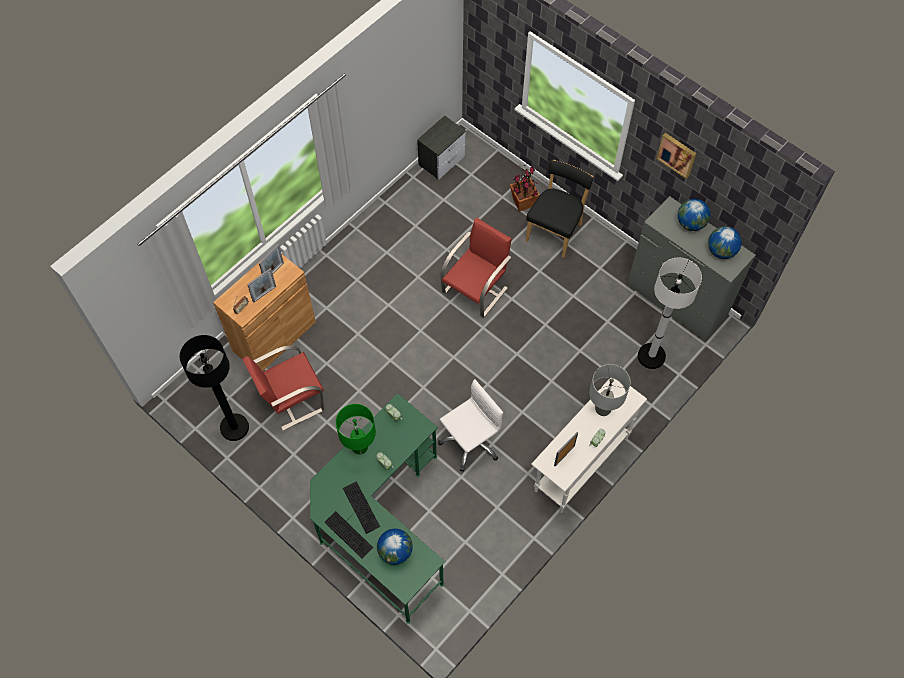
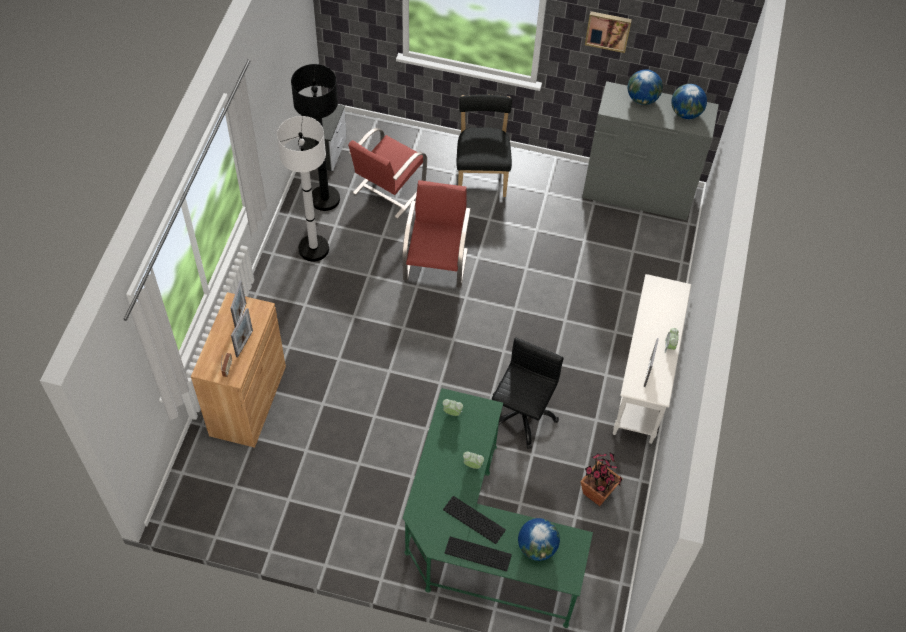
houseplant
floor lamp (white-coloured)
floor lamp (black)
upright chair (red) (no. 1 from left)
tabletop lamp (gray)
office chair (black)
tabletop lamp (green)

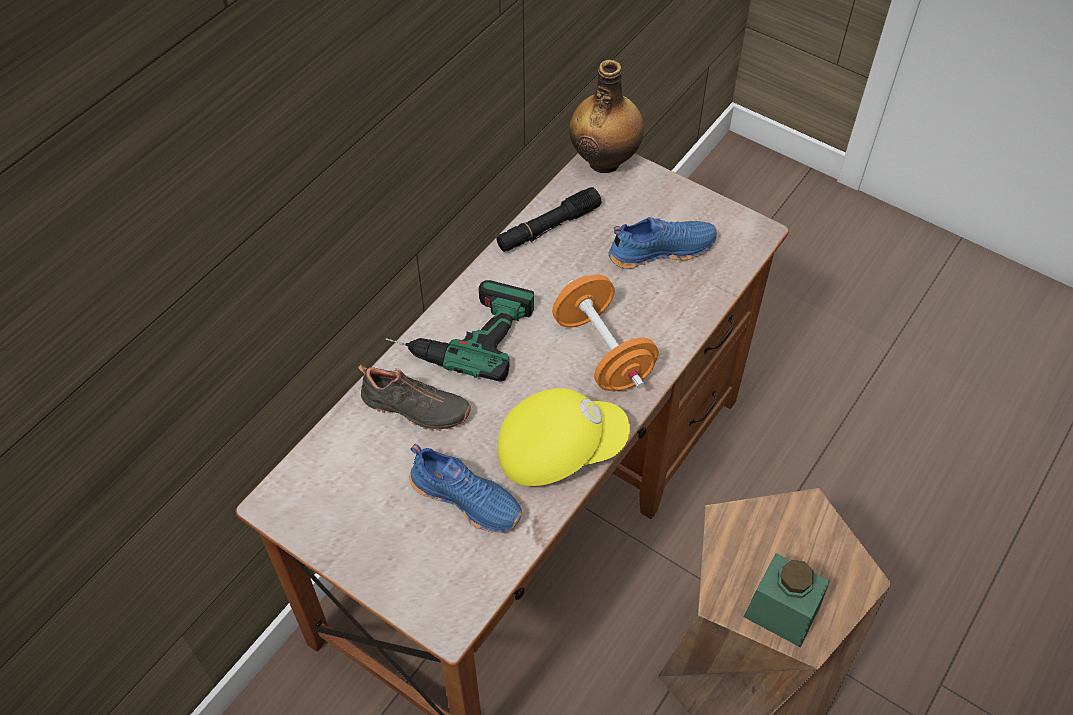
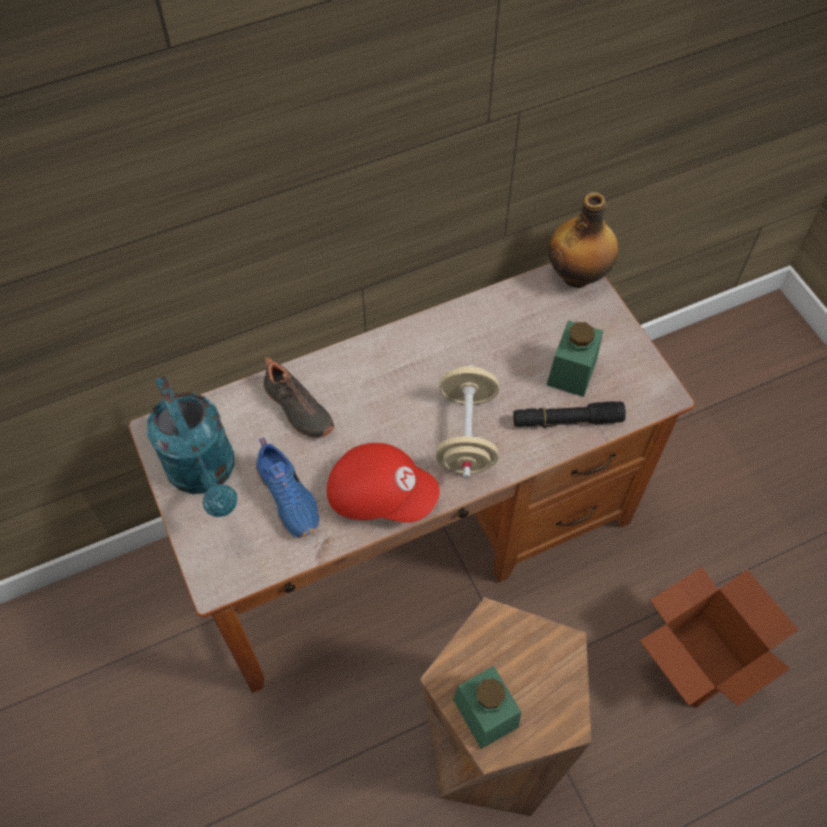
hand torch (black)
jar (green) (no. 2 from left)
free weight (sand-coloured)
drill
cap (red)
watering can (blue-green)
carton

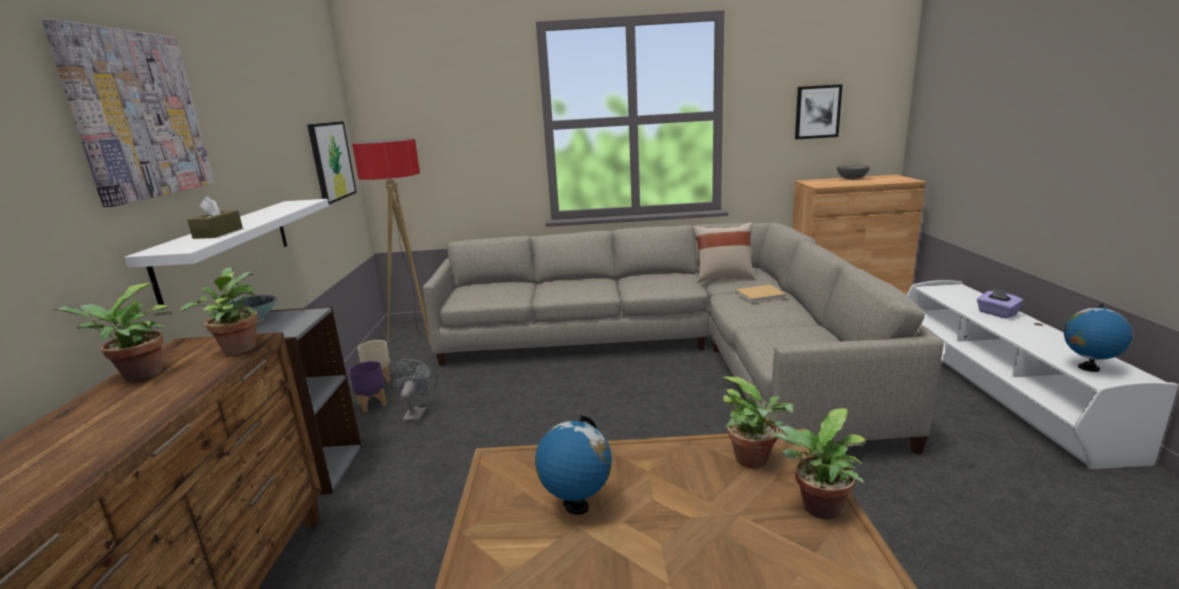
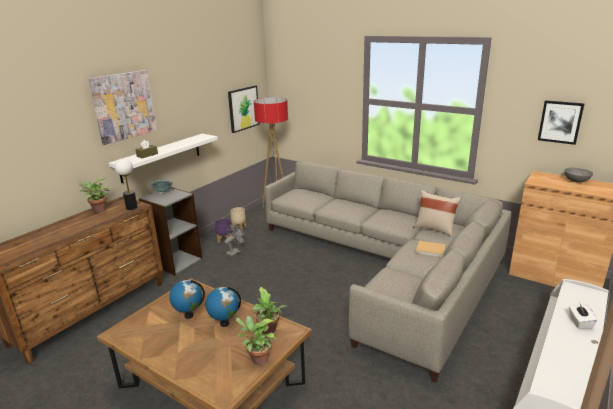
tabletop lamp
tissue holder (white-coloured)
globe (no. 2 from left)

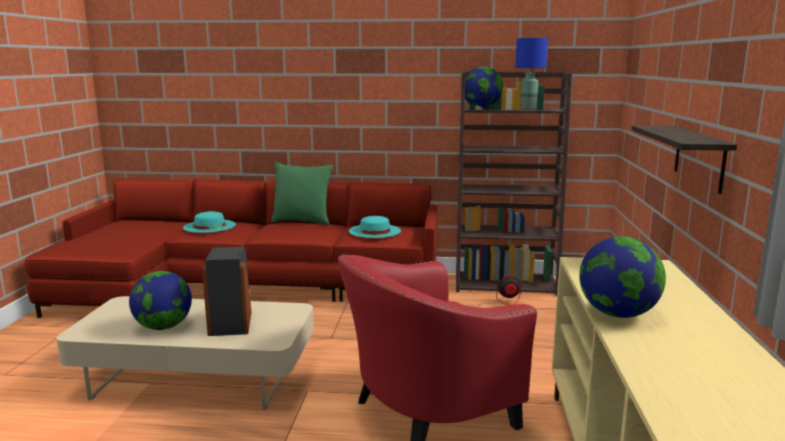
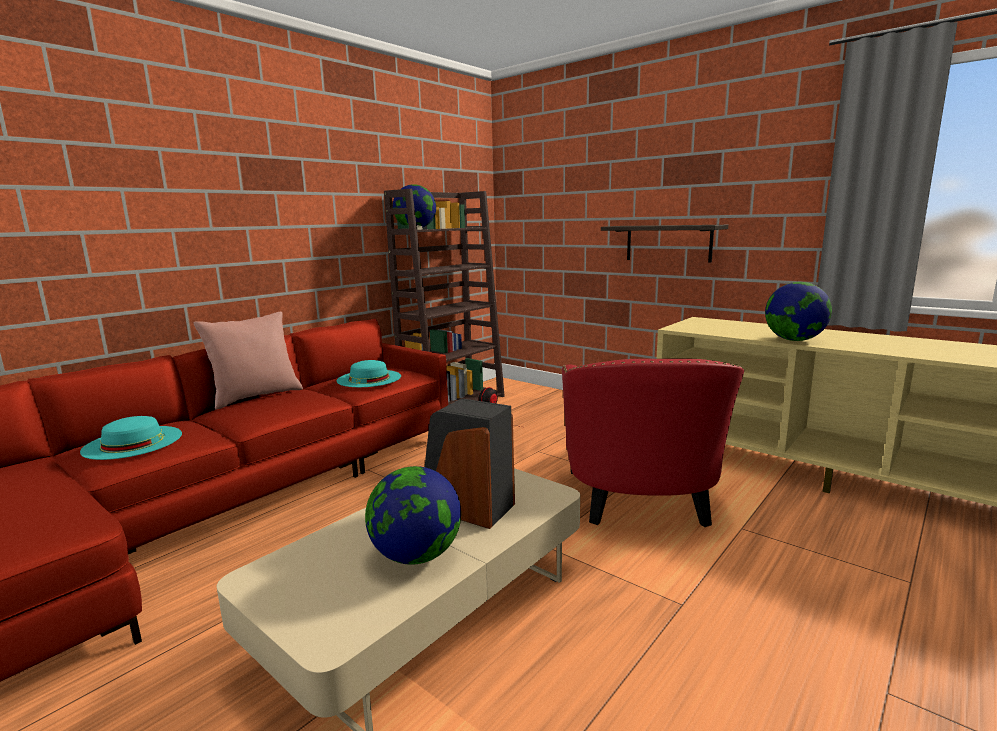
tabletop lamp (blue-coloured)
throw pillow (pinkish)

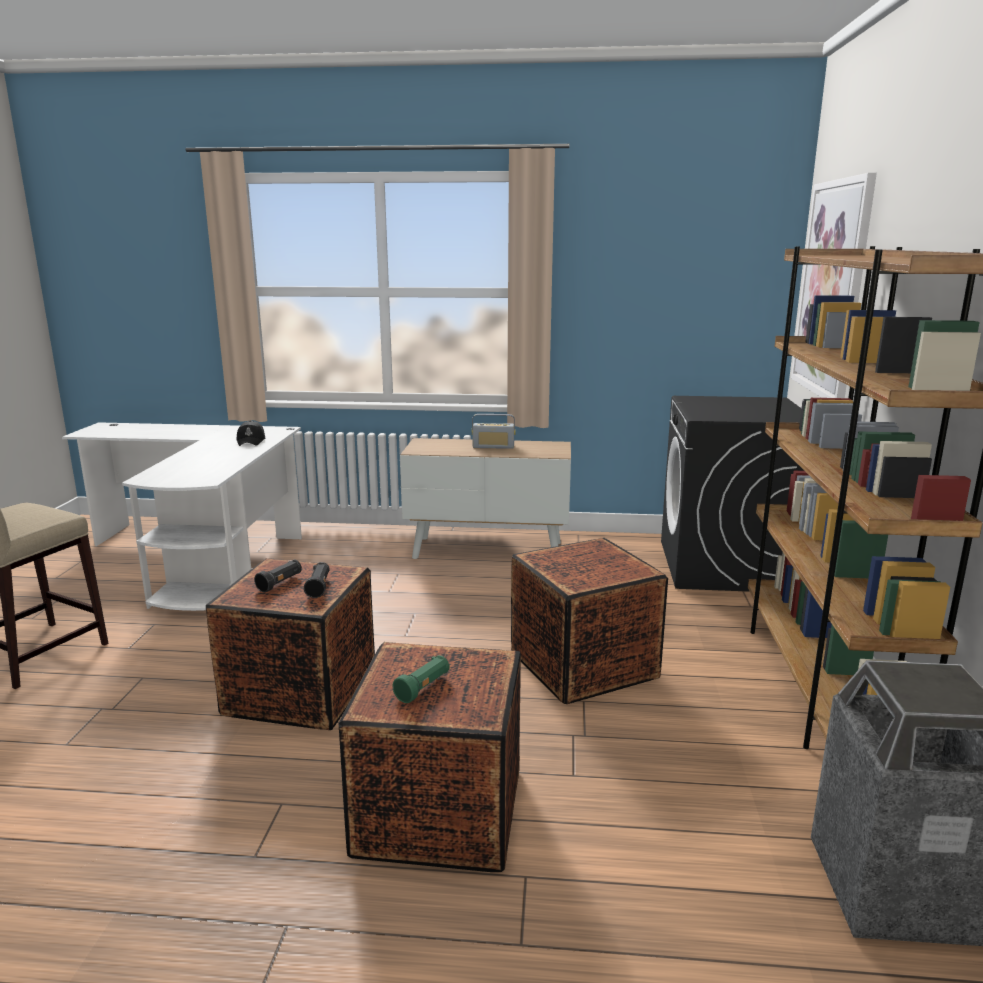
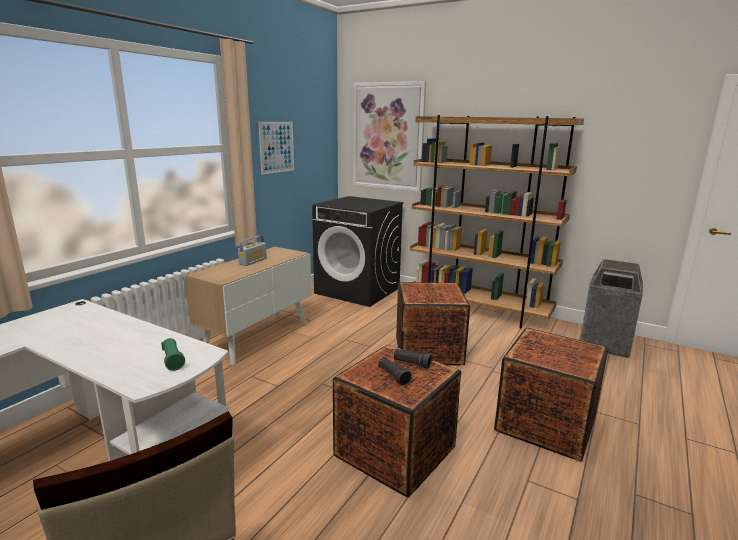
cap (black)
hand torch (green)
wall picture (no. 1 from left)

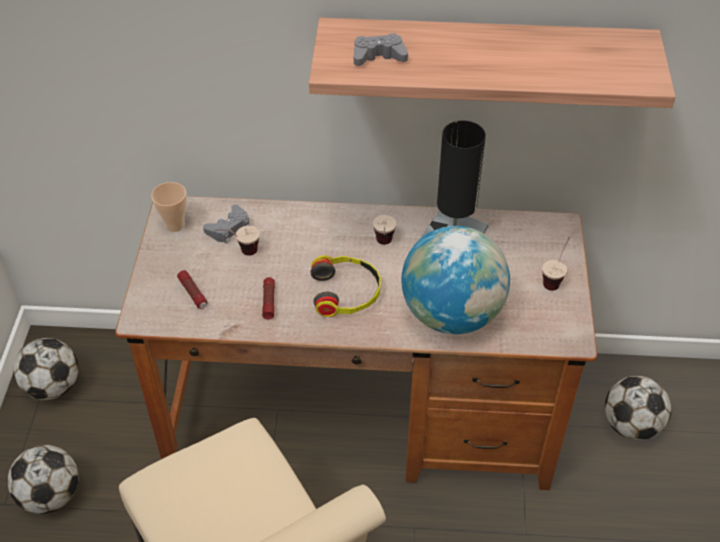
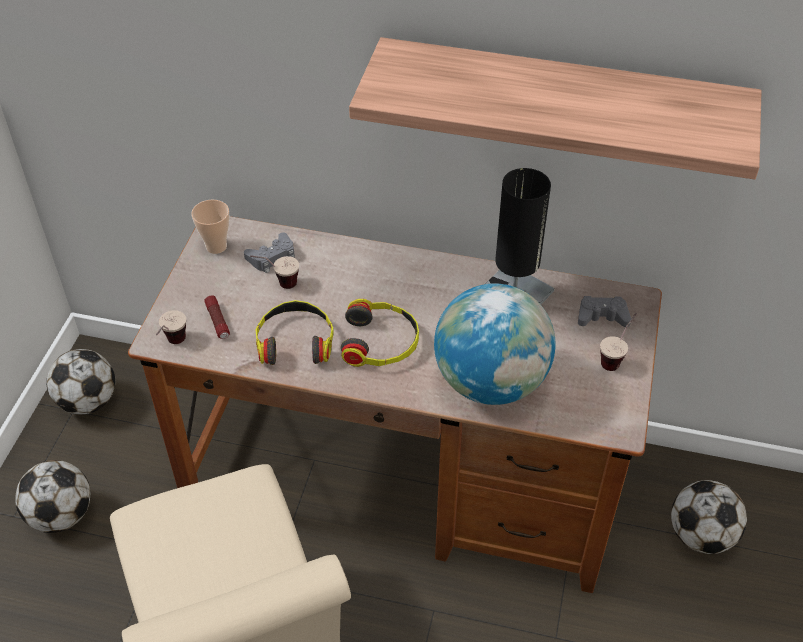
joypad (gray) (no. 2 from left)
small cup (no. 1 from left)
headphones (no. 1 from left)

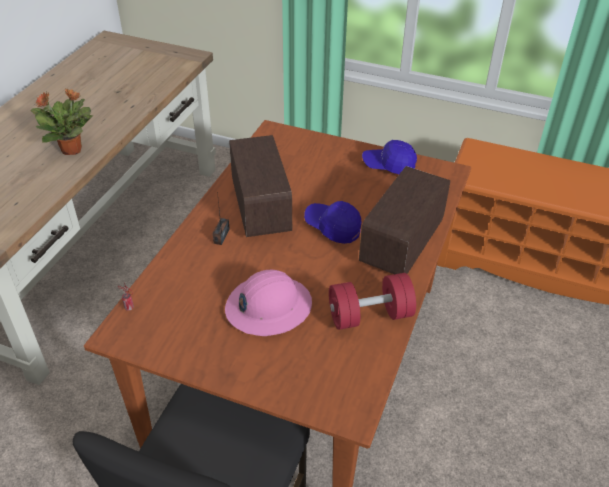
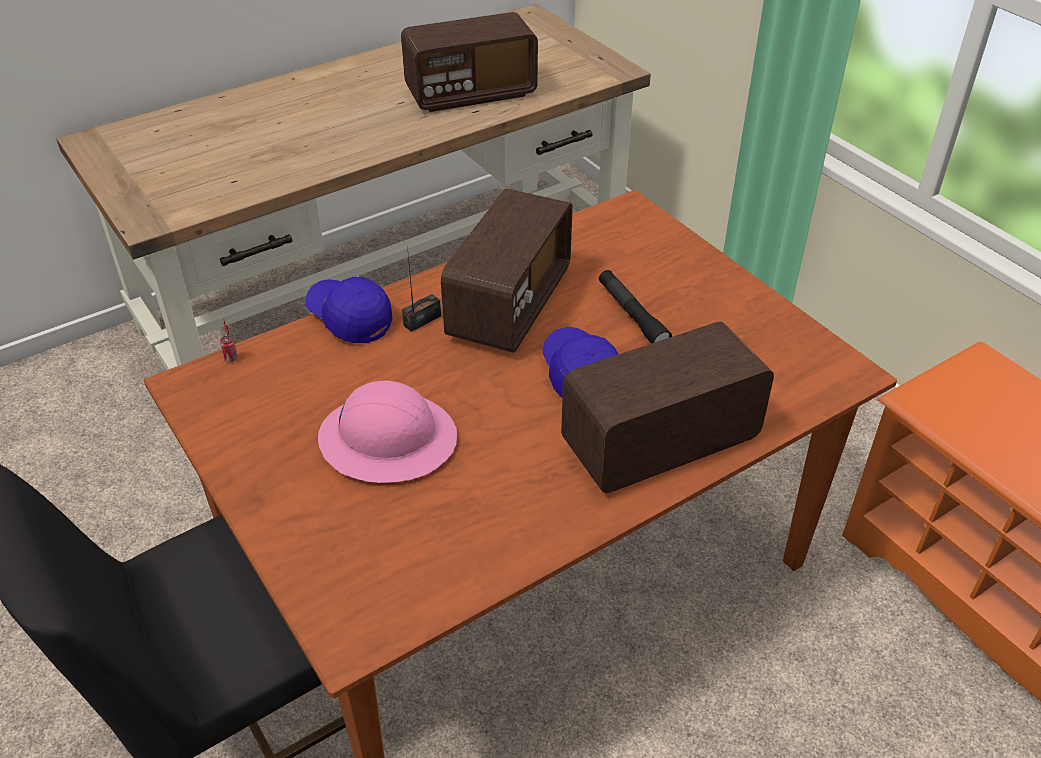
houseplant
cap (blue-coloured) (no. 1 from left)
free weight (red)
radio set (no. 2 from left)
hand torch (black)

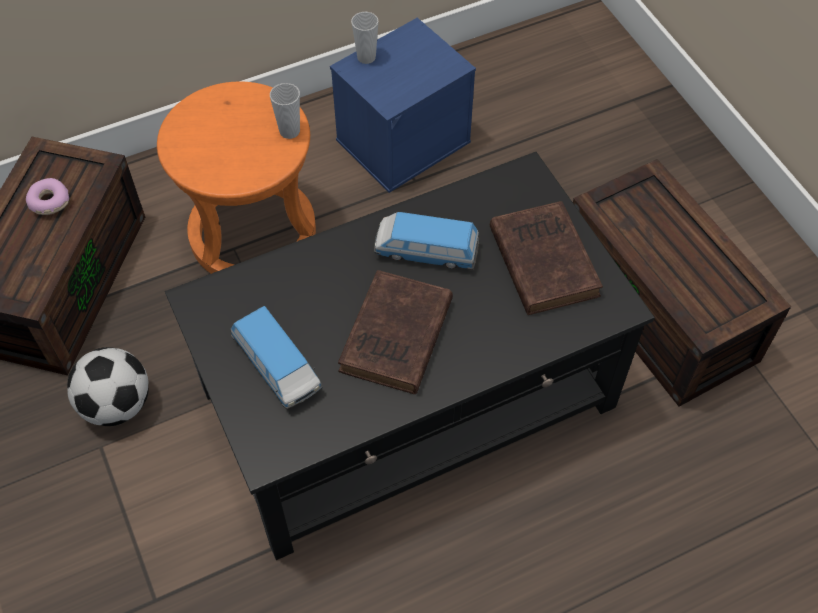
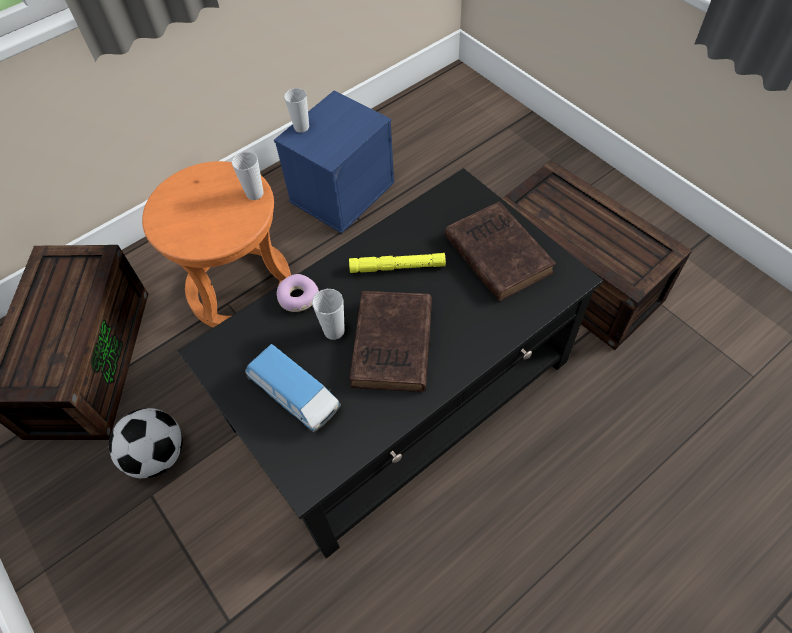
doughnut
hand torch (yellow)
small cup (no. 3 from left)

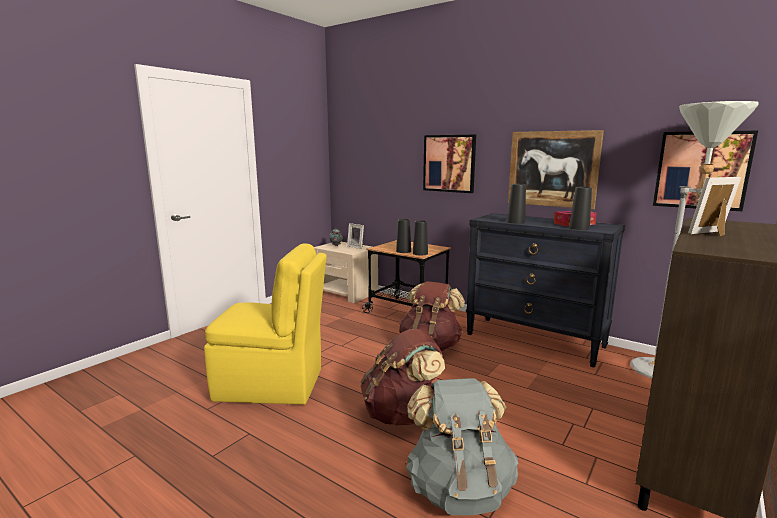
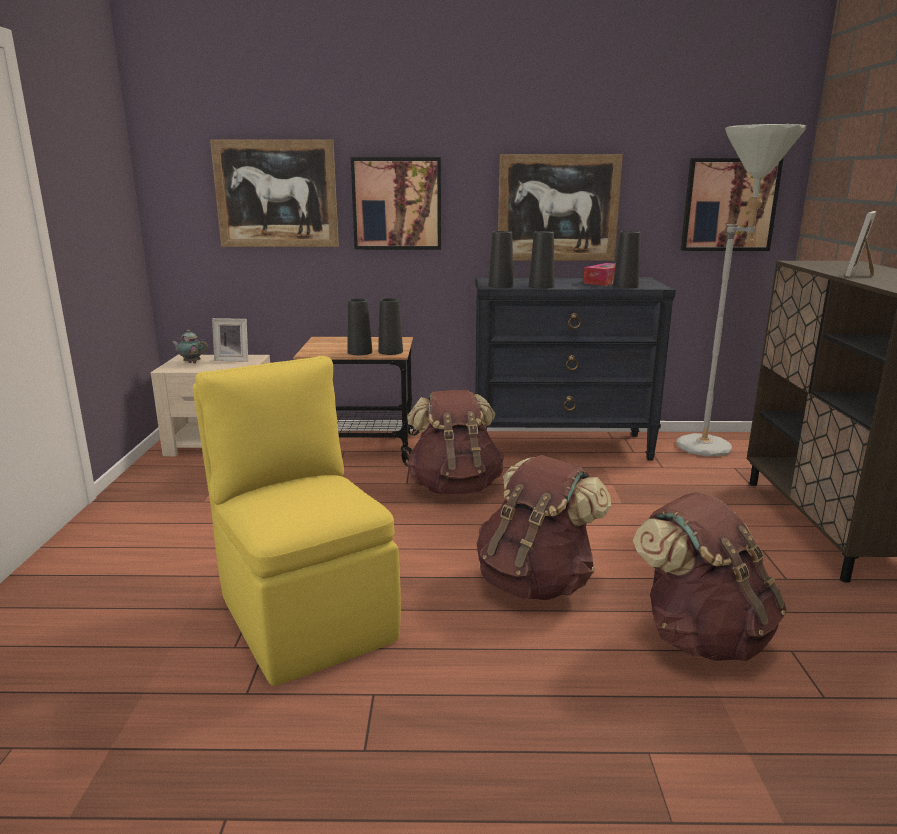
upright chair (yellow)
knapsack (brown) (no. 3 from left)
wall picture (no. 1 from left)
flower vase (black) (no. 3 from left)

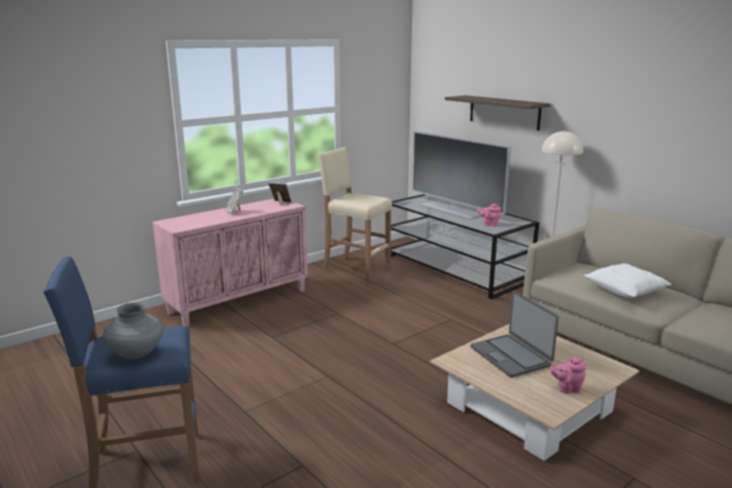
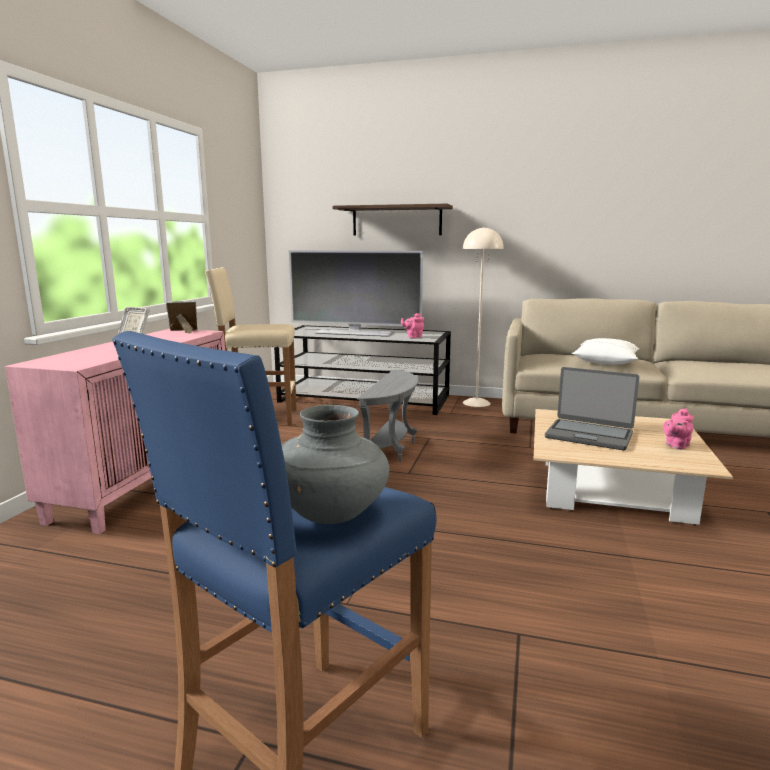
accent table (gray)

